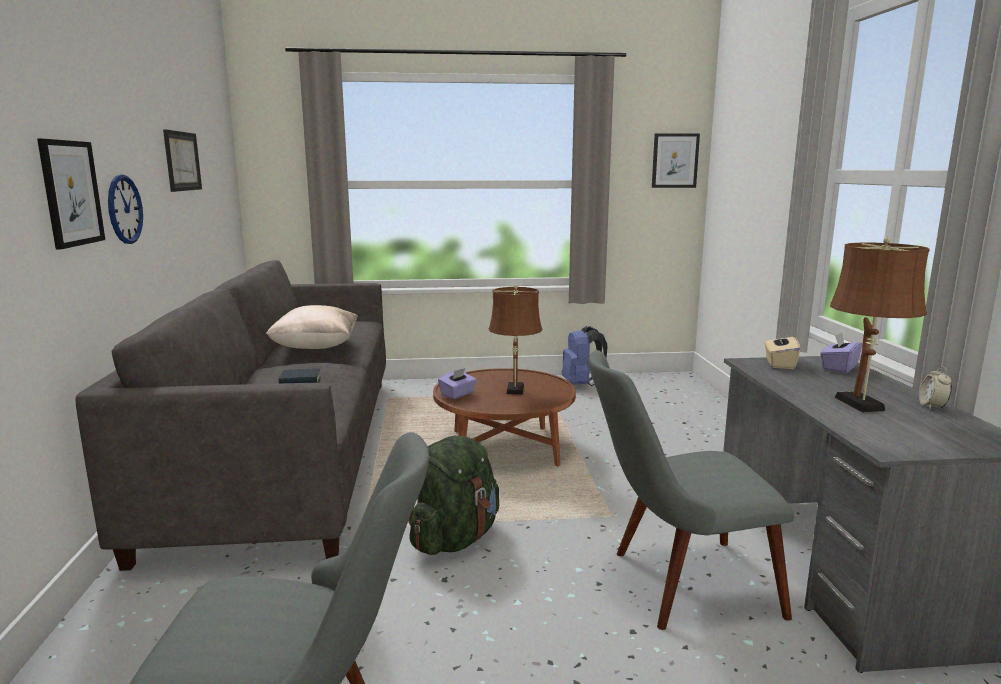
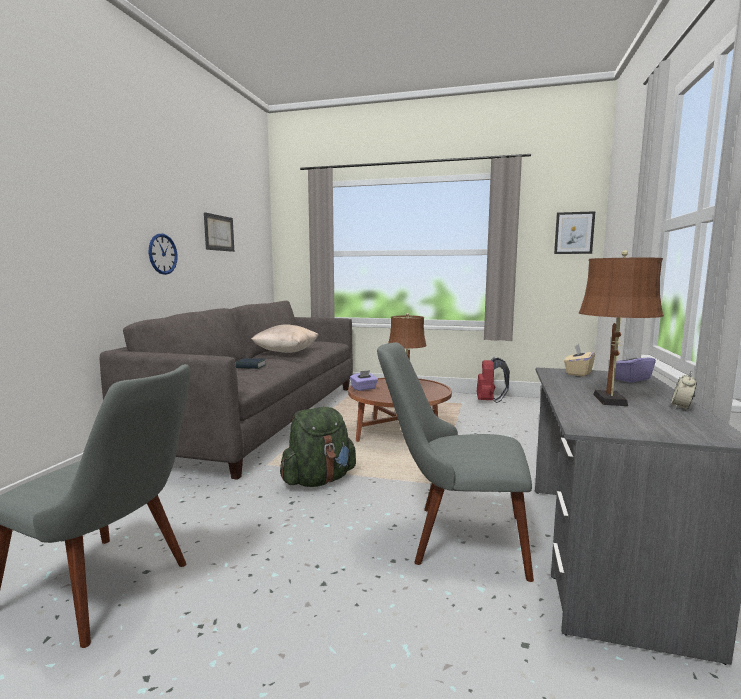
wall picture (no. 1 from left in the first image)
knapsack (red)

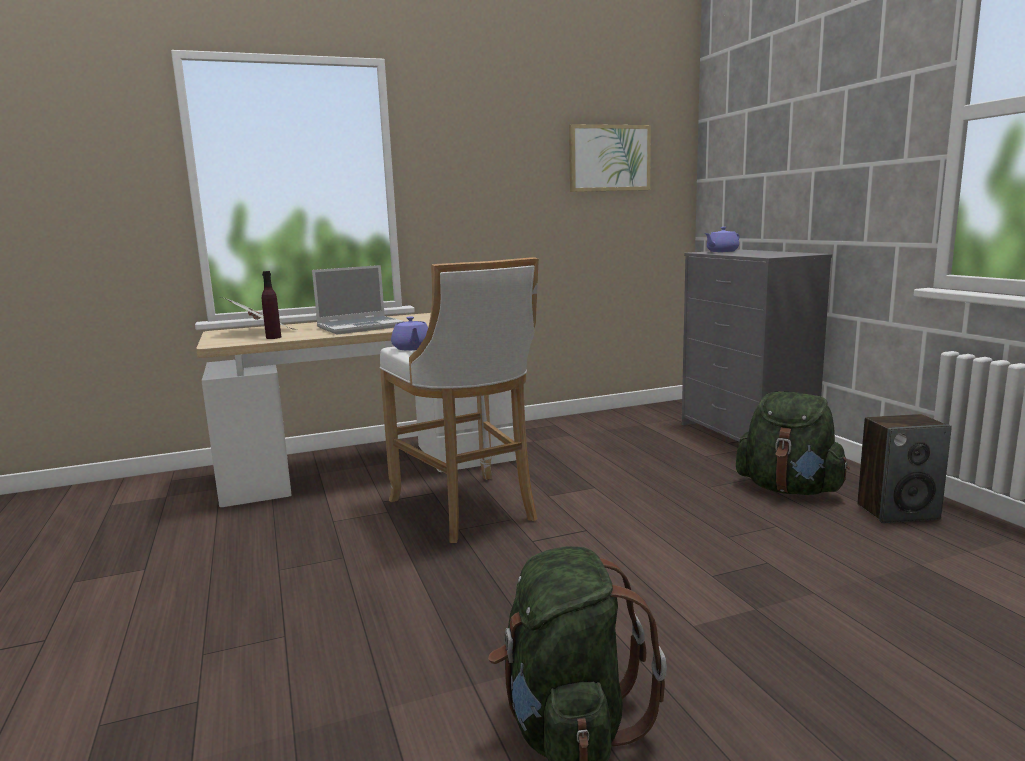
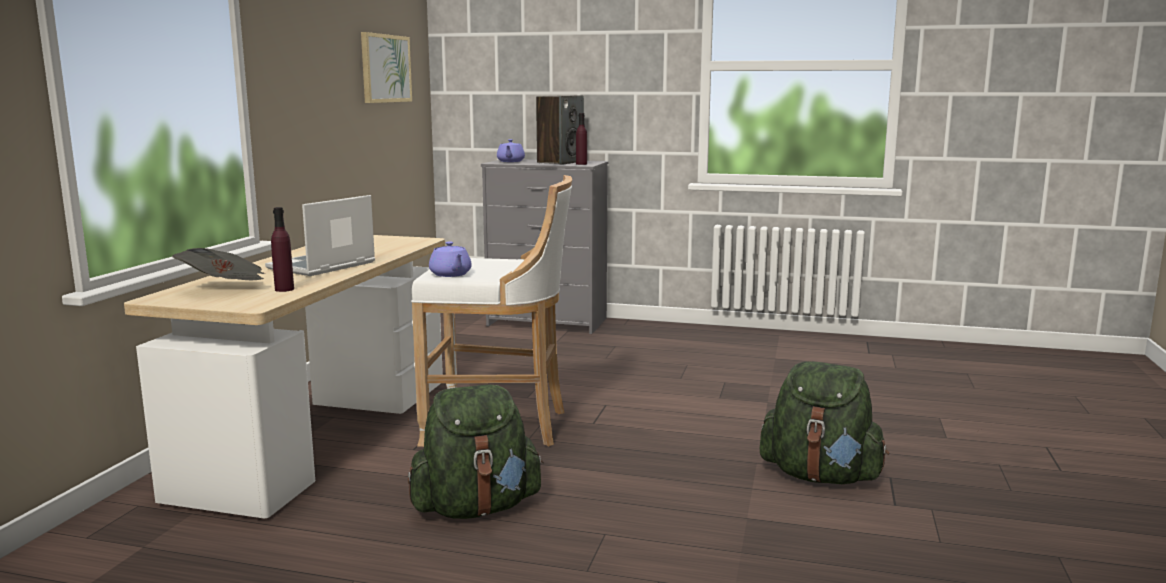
portable computer
tea pot (purplish) (no. 1 from left)
knapsack (green) (no. 1 from left)
audio speaker
beverage bottle (purplish) (no. 2 from left)

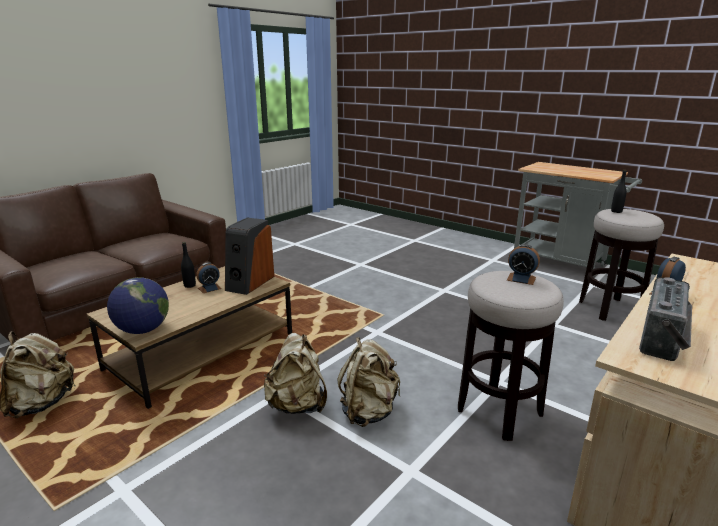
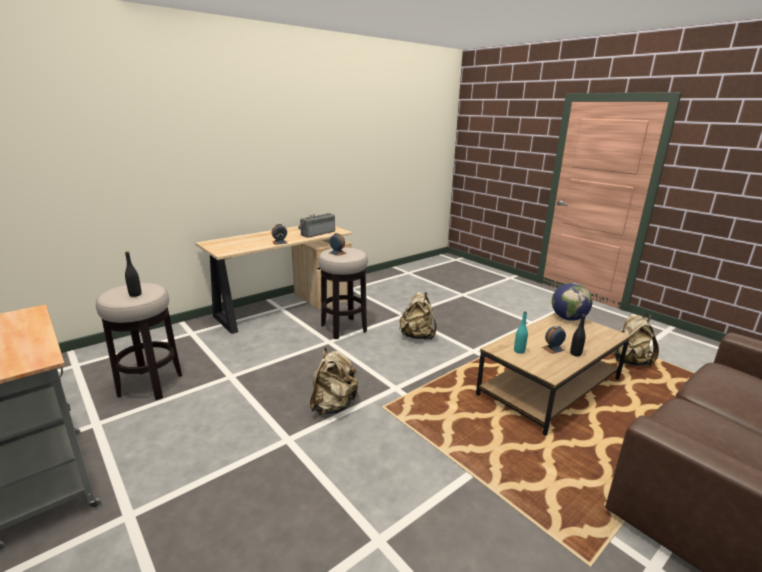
beverage bottle (blue-green)
knapsack (sand-coloured) (no. 1 from left)

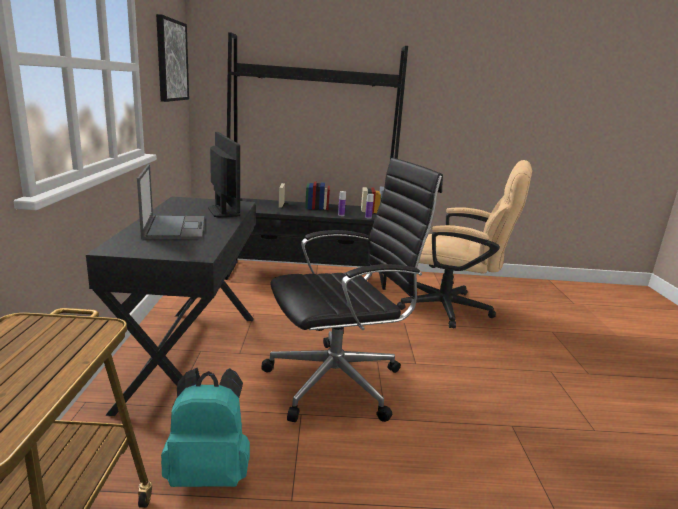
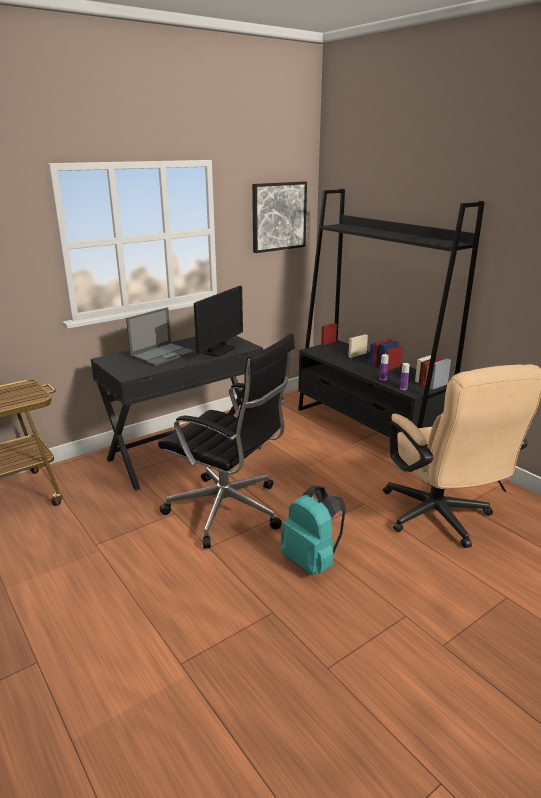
knapsack (blue-green)

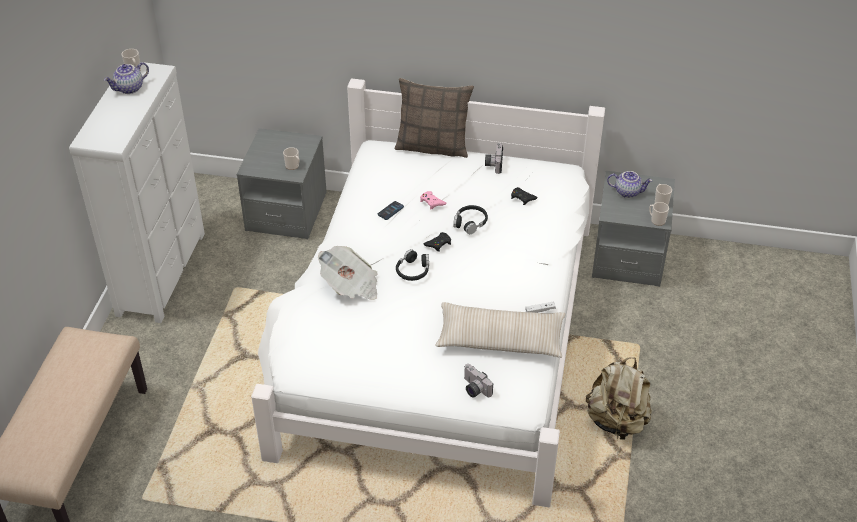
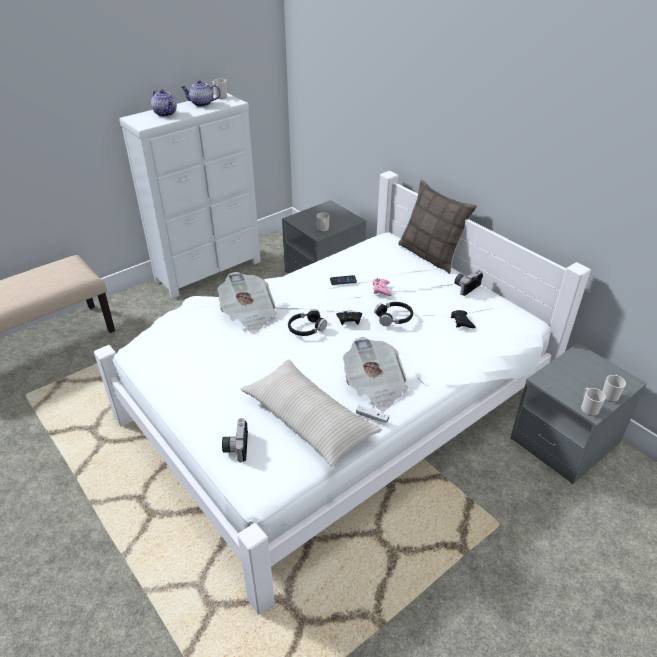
tea pot (no. 1 from left)
knapsack (sand-coloured)
printed paper (no. 2 from left)

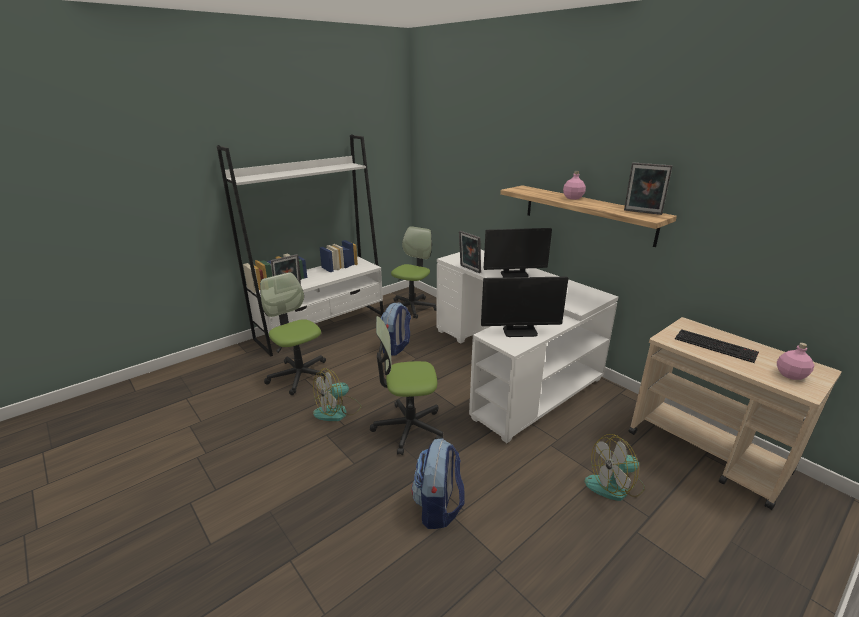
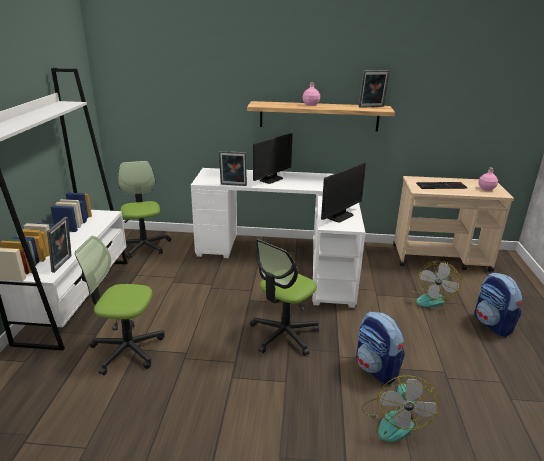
knapsack (no. 2 from left)
electric fan (no. 1 from left)

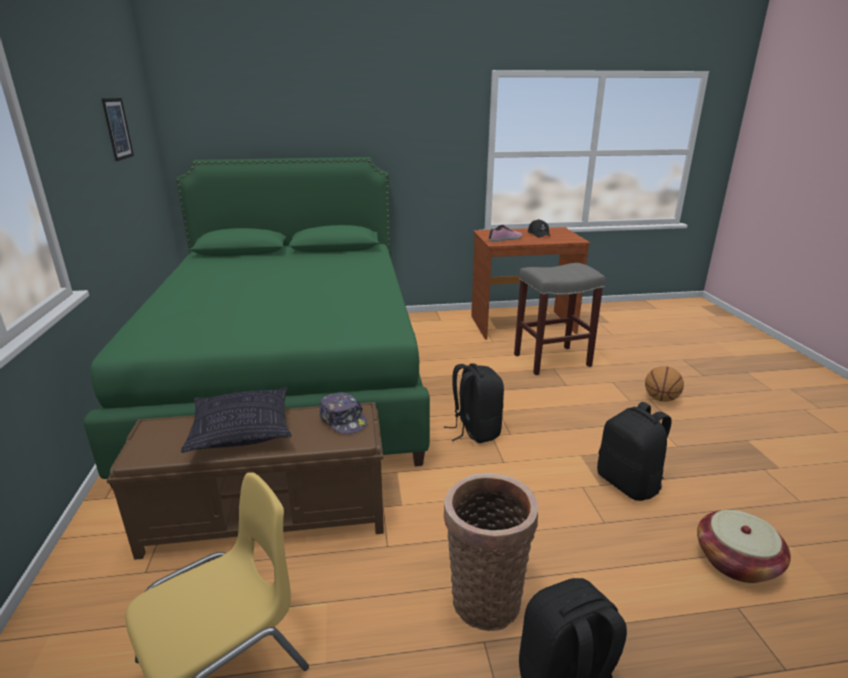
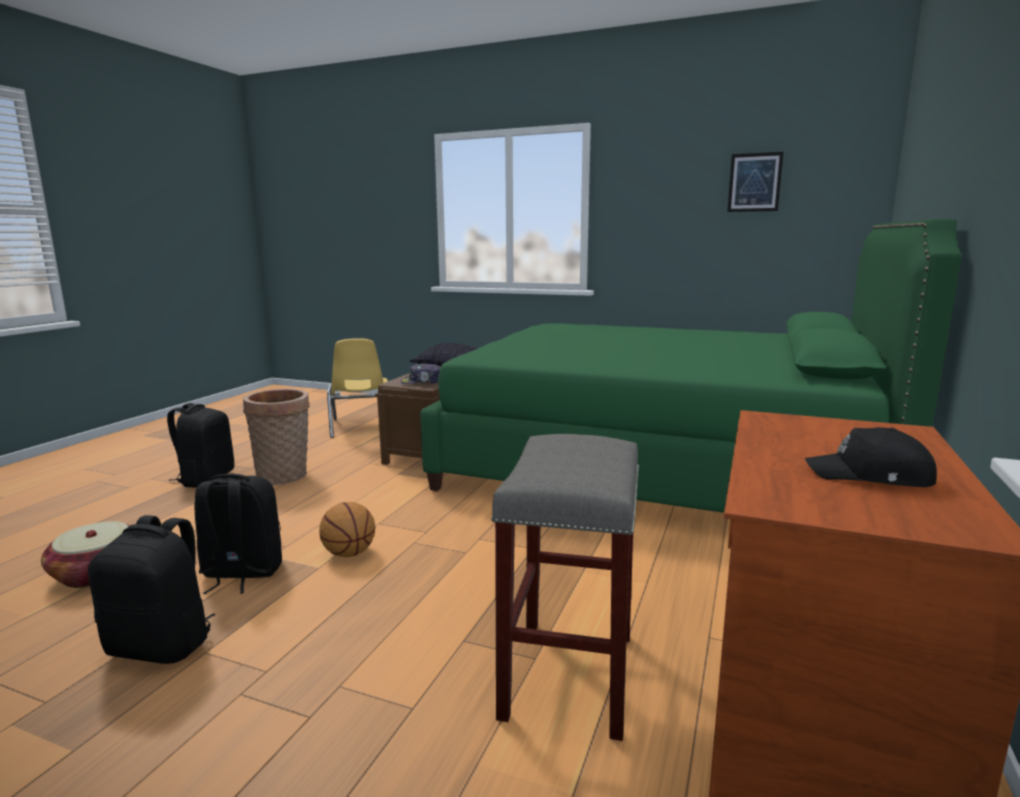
item of footwear
knapsack (black) (no. 1 from left)
ball for basketball

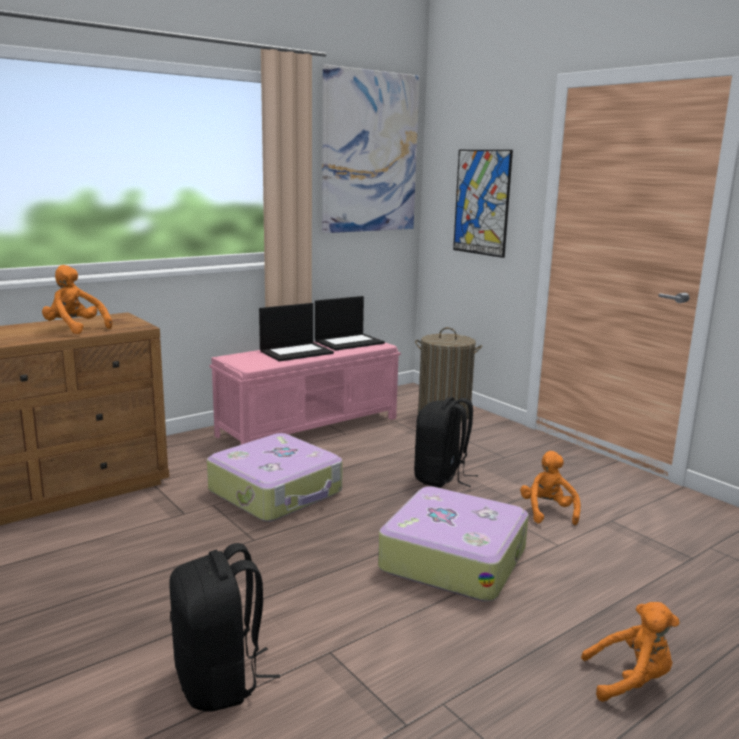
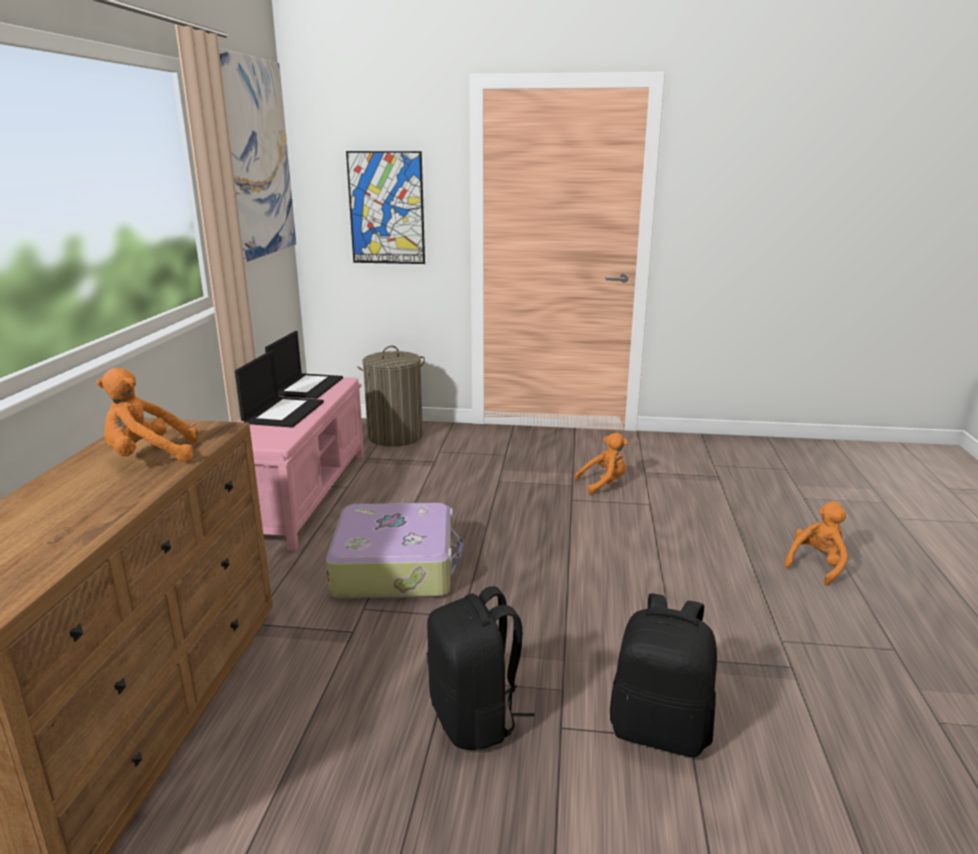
knapsack (black) (no. 1 from left)
cuddly toy (orange) (no. 2 from left)
piece of luggage (no. 2 from left in the first image)

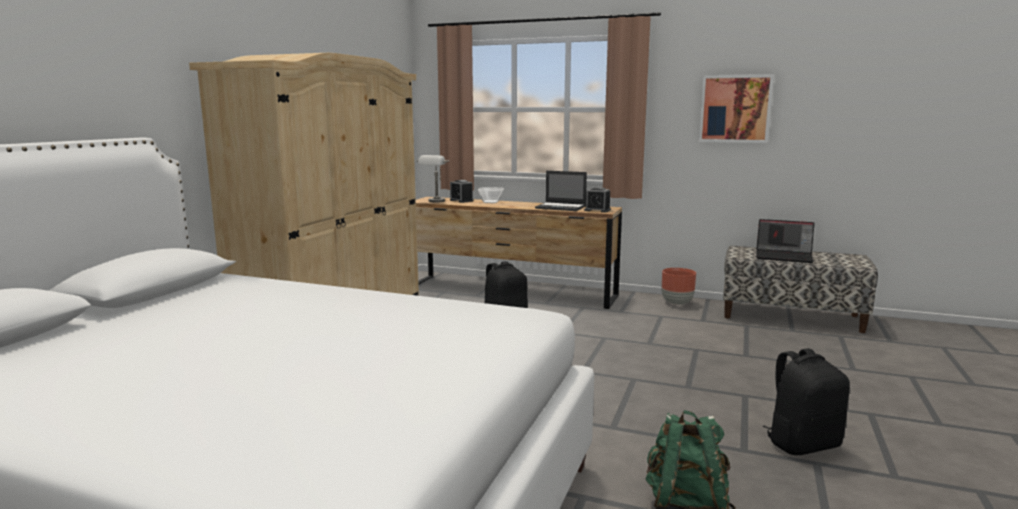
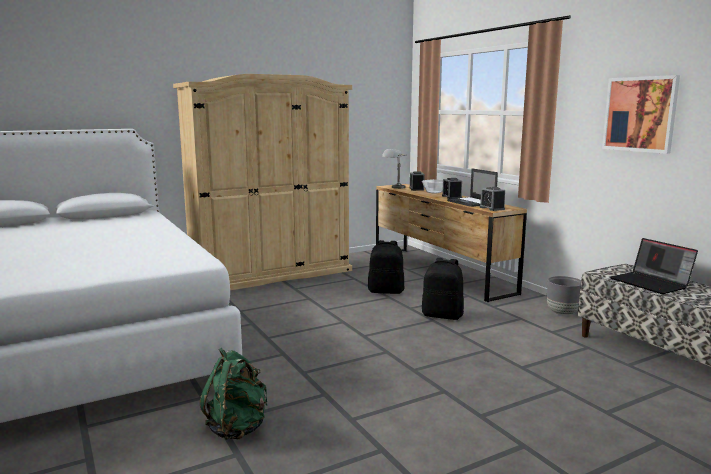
planter (gray)
knapsack (black) (no. 2 from left)
table clock (no. 2 from left)

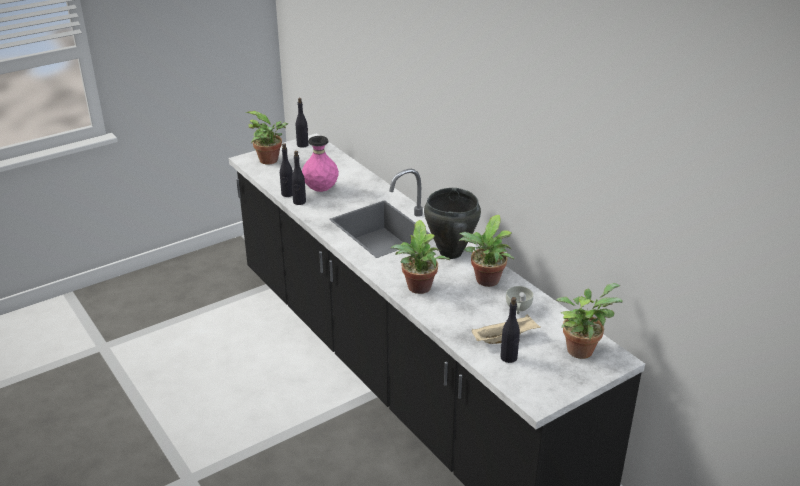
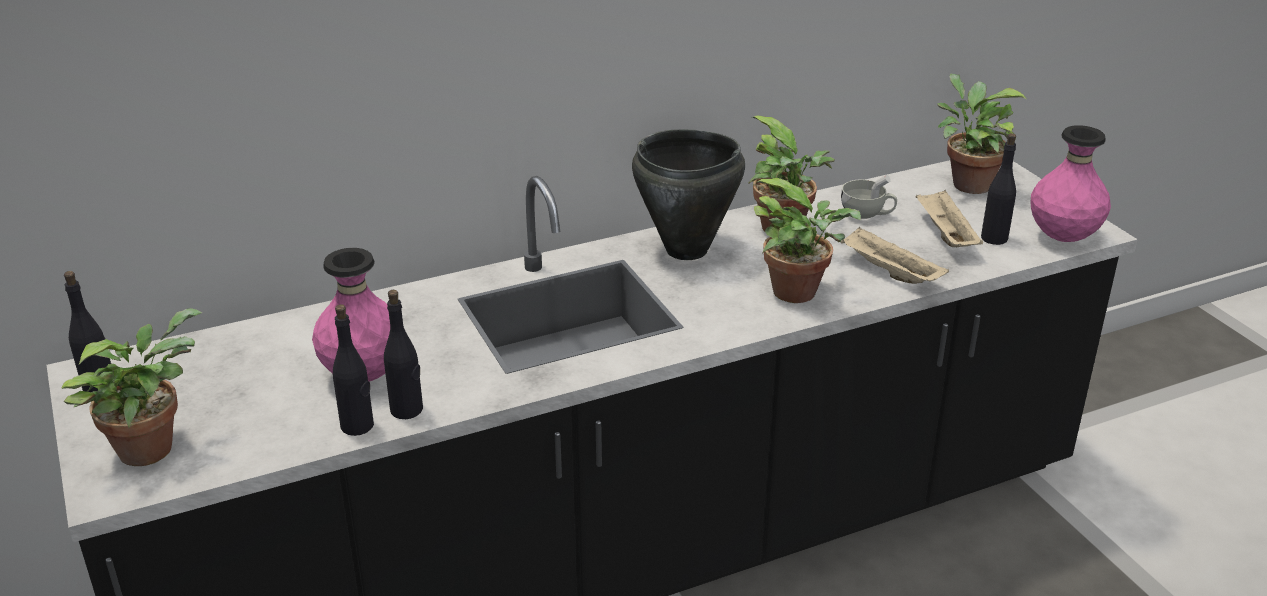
flower vase (pinkish) (no. 2 from left)
serving tray (sand-coloured) (no. 1 from left)

